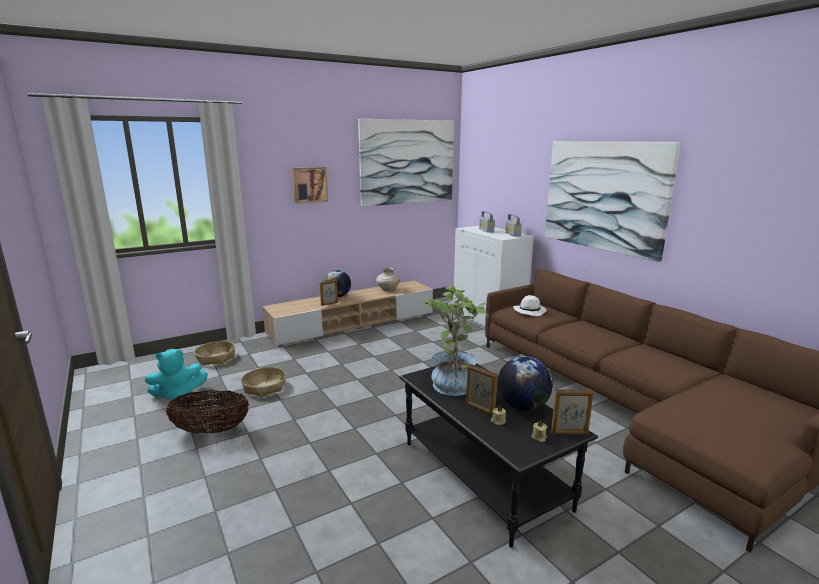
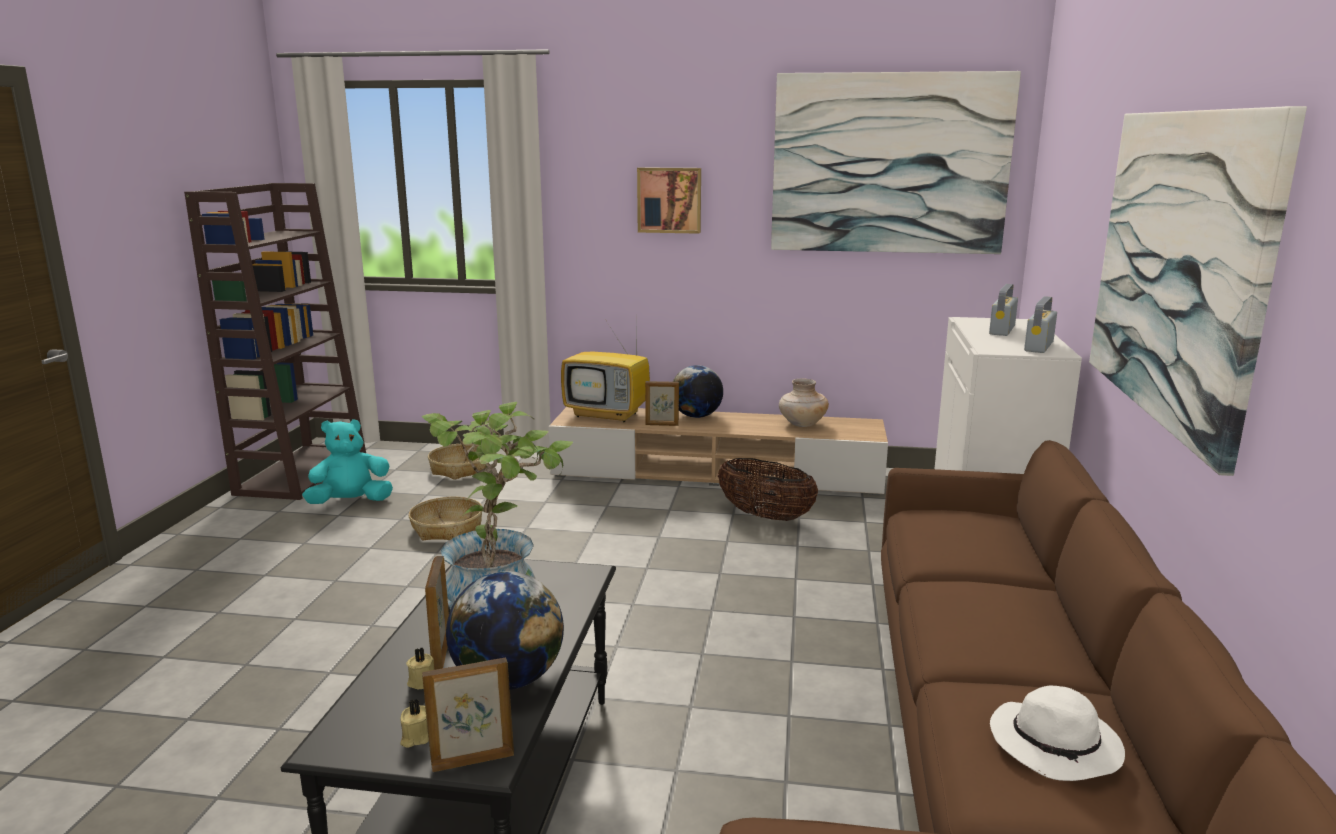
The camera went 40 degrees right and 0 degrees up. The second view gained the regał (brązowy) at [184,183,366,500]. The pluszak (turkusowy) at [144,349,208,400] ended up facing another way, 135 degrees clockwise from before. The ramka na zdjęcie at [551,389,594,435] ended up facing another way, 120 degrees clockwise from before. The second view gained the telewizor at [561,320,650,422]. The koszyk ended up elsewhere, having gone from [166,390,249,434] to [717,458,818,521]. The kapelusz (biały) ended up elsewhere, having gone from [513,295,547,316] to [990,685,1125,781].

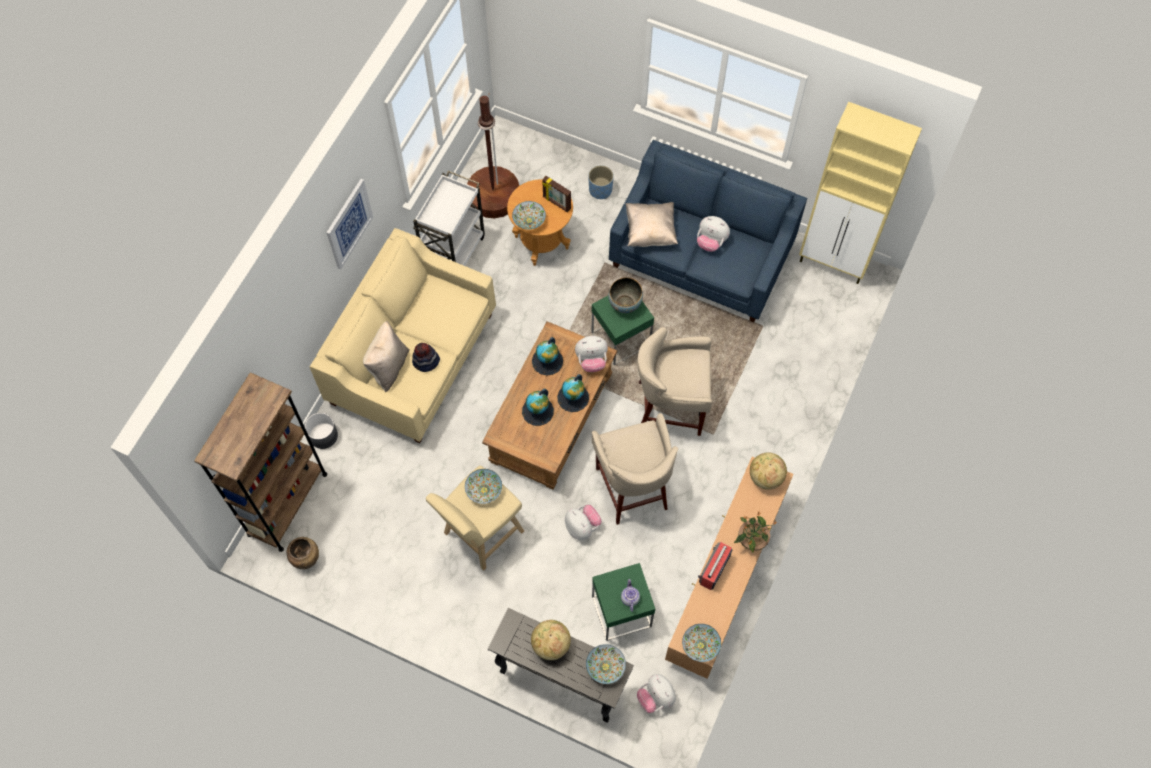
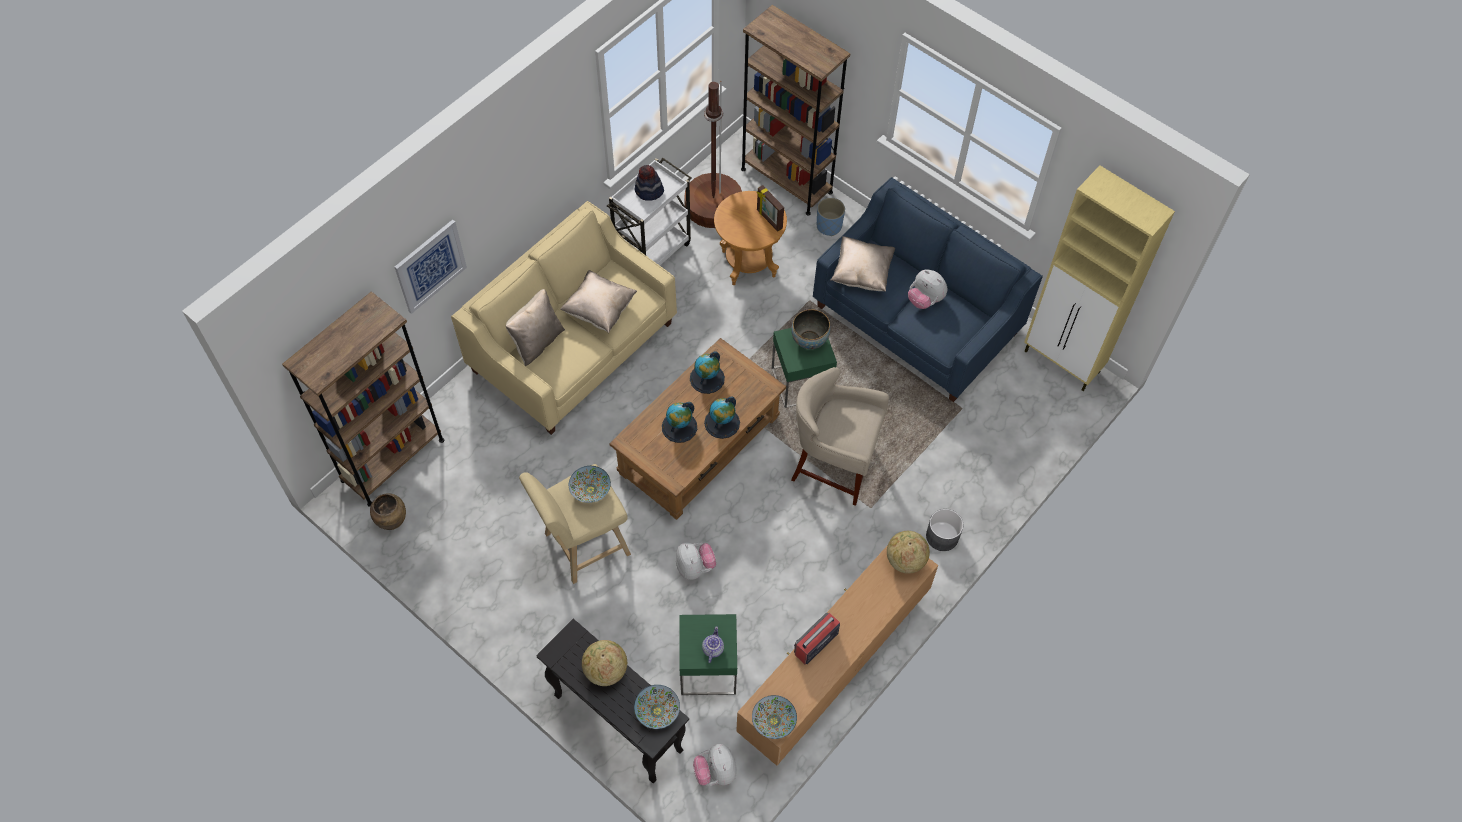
The camera went 15 degrees right and 5 degrees down. The obraz ended up elsewhere, having gone from [326,179,373,270] to [395,220,467,314]. The second view gained the poduszka (beżowy) at [560,270,637,333]. The kapelusz ended up elsewhere, having gone from [412,342,440,372] to [635,165,664,201]. The second view gained the regał (brązowy) at [741,5,850,215]. The donica (szary) ended up elsewhere, having gone from [305,413,338,449] to [926,509,963,551]. The second view lost the miska at [512,201,546,230]. The second view lost the pluszak at [575,336,608,372]. The second view lost the stołek (beżowy) at [592,413,678,525]. The second view lost the roślina doniczkowa at [734,512,778,553].

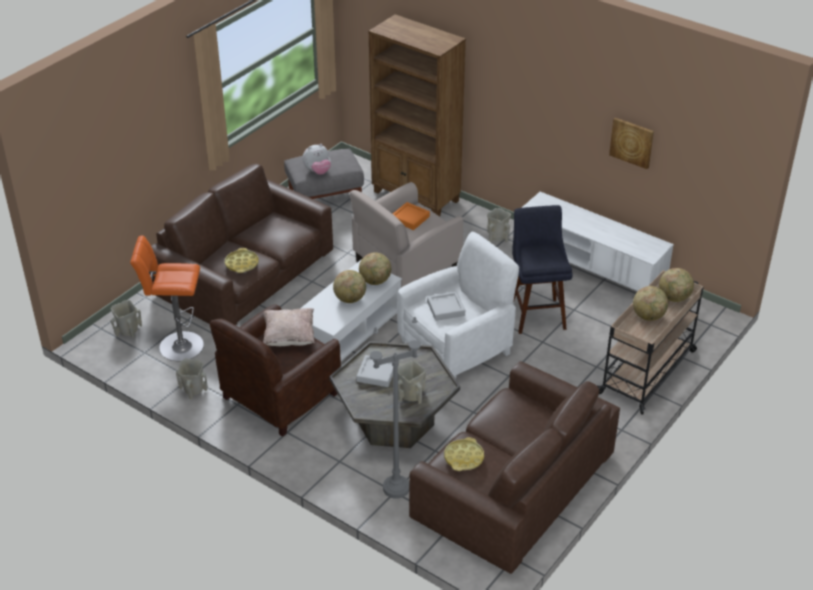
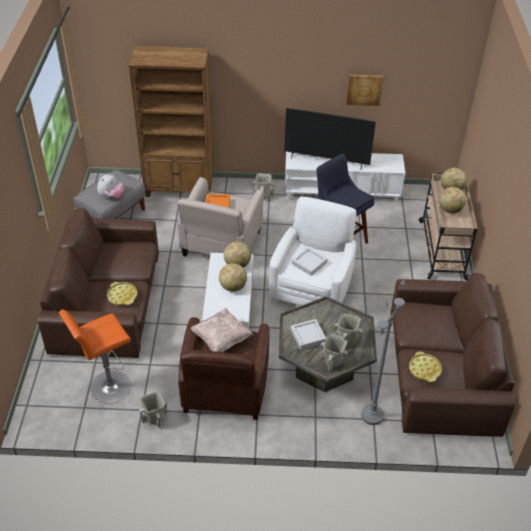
The camera went 35 degrees left and 5 degrees up. The second view gained the telewizor at [284,108,376,170]. The wazon (beżowy) ended up elsewhere, having gone from [111,300,142,338] to [321,334,348,371].

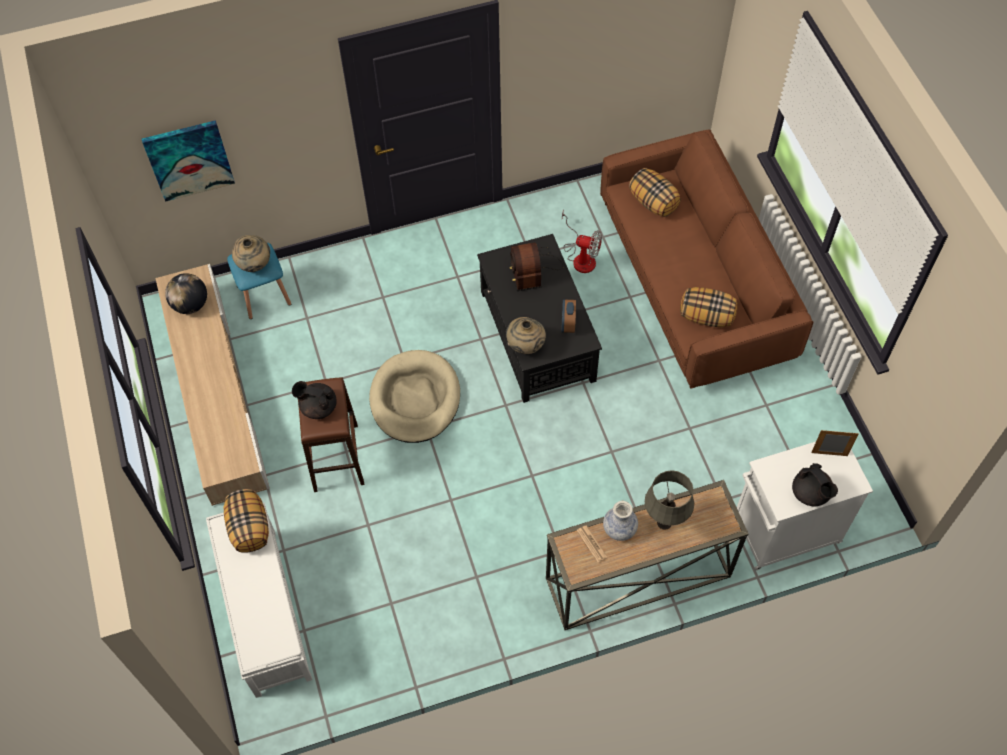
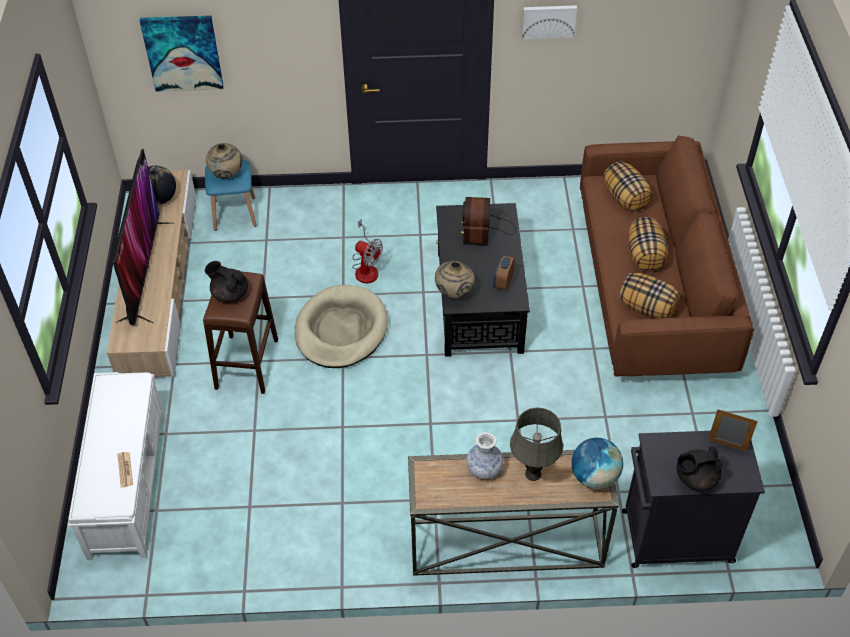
The camera went 15 degrees right and 10 degrees down. The second view gained the telewizor at [113,149,171,325]. The gazeta ended up elsewhere, having gone from [576,526,607,562] to [117,452,133,488]. The wentylator ended up elsewhere, having gone from [562,209,602,273] to [352,219,383,283]. The second view gained the obraz at [522,5,577,39]. The second view gained the globus at [572,438,623,489]. What was the szafka (biały) at [737,442,873,571] turned into the szafka (czarny) at [622,431,765,568]. The poduszka ended up elsewhere, having gone from [223,489,269,553] to [628,217,668,272]. The imbryk (czarny) at [792,463,838,507] ended up facing another way, 90 degrees clockwise from before.

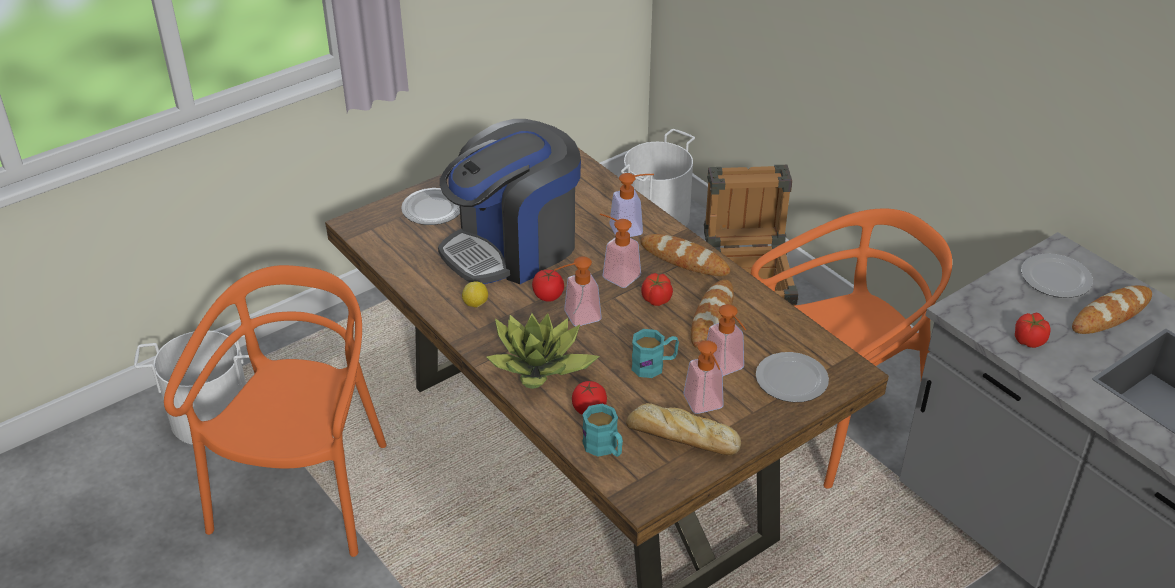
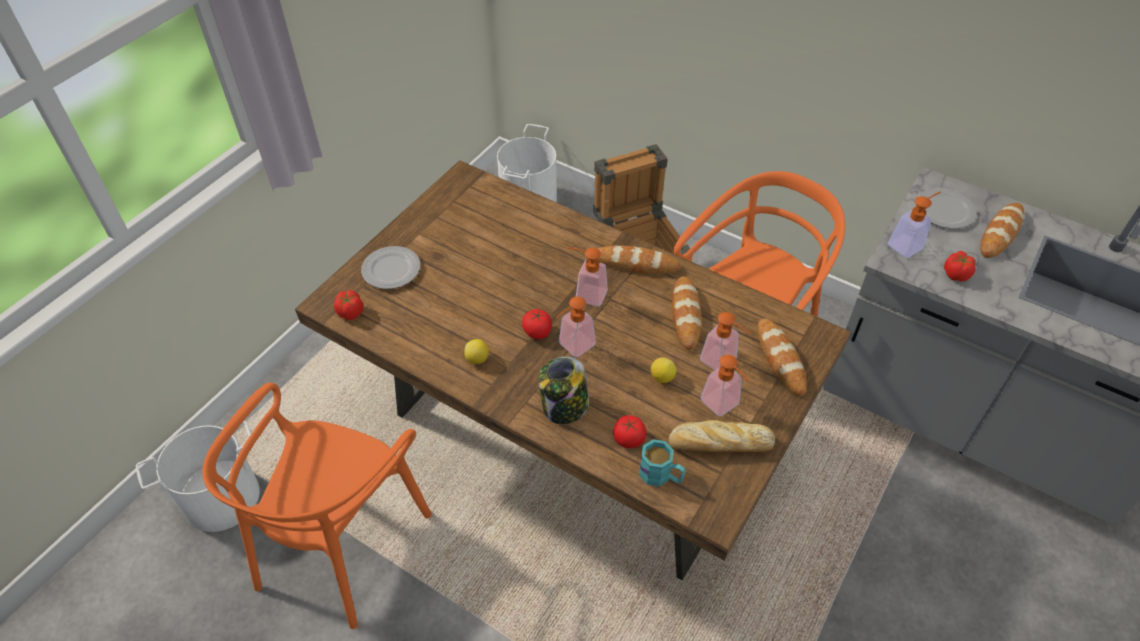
The camera went 20 degrees left and 10 degrees up. The krzesło (pomarańczowy) at [164,265,387,557] ended up facing another way, 150 degrees counterclockwise from before. The pomidor ended up elsewhere, having gone from [641,273,673,306] to [334,290,364,320]. Where the roślina doniczkowa stood at [487,313,600,389], the słoik came to stand at [538,357,589,424]. Where the kubek (turkusowy) stood at [631,329,679,378], the cytryna came to stand at [651,357,677,383]. Where the talerz stood at [756,352,829,402], the chleb came to stand at [757,318,807,396]. The dozownik mydła ended up elsewhere, having gone from [609,173,654,237] to [888,191,941,258]. The second view lost the ekspres do kawy at [438,119,581,284].

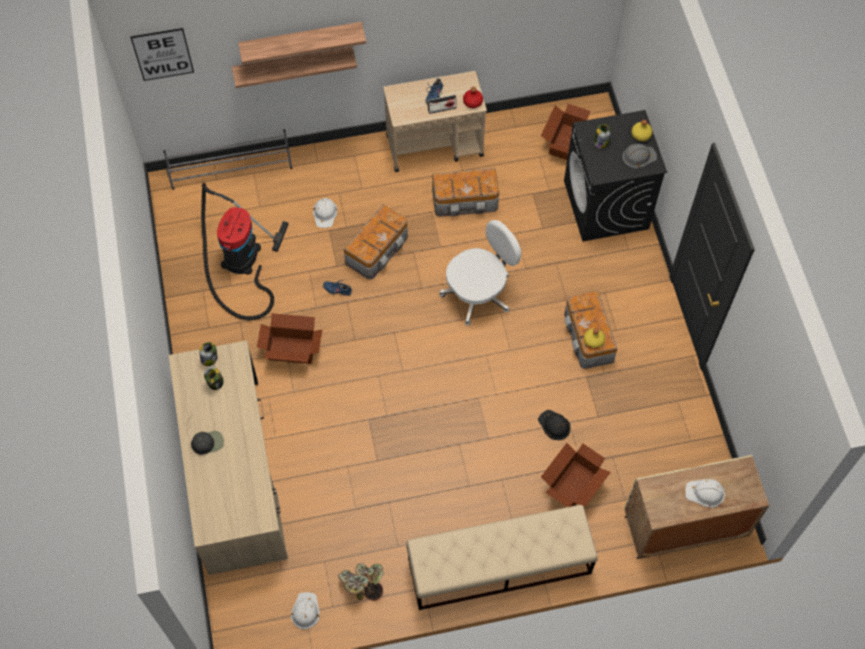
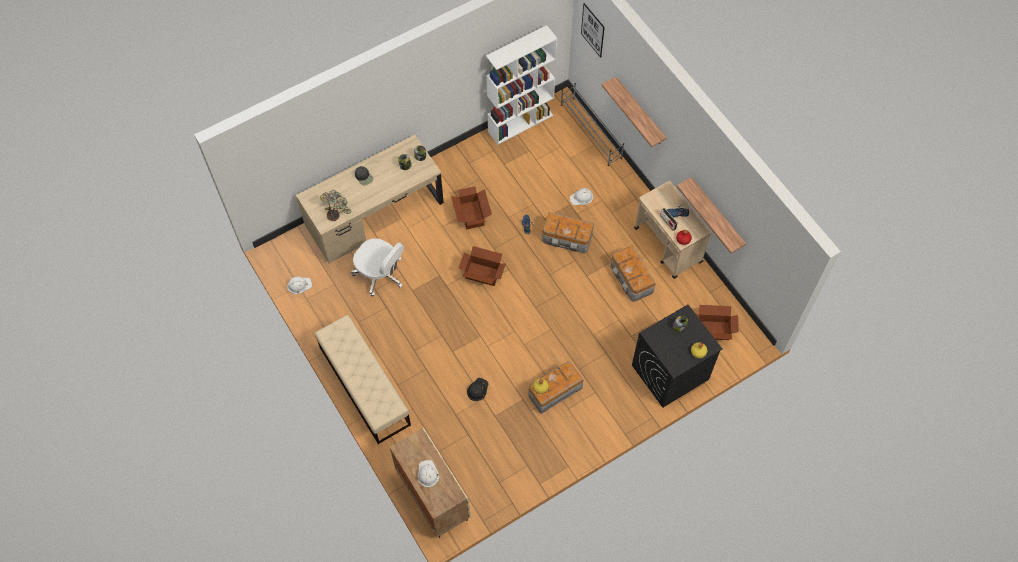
The camera went 70 degrees right and 0 degrees up. The roślina doniczkowa ended up elsewhere, having gone from [338,563,384,601] to [320,190,352,221]. The krzesło biurowe (biały) ended up elsewhere, having gone from [439,220,521,326] to [351,238,404,297]. The karton ended up elsewhere, having gone from [541,443,611,507] to [459,246,506,286]. The second view gained the regał (biały) at [486,25,558,145]. The półka ended up elsewhere, having gone from [238,22,366,64] to [676,177,746,253]. The second view lost the odkurzacz at [201,183,289,320]. The second view lost the kask (szary) at [622,144,657,169].

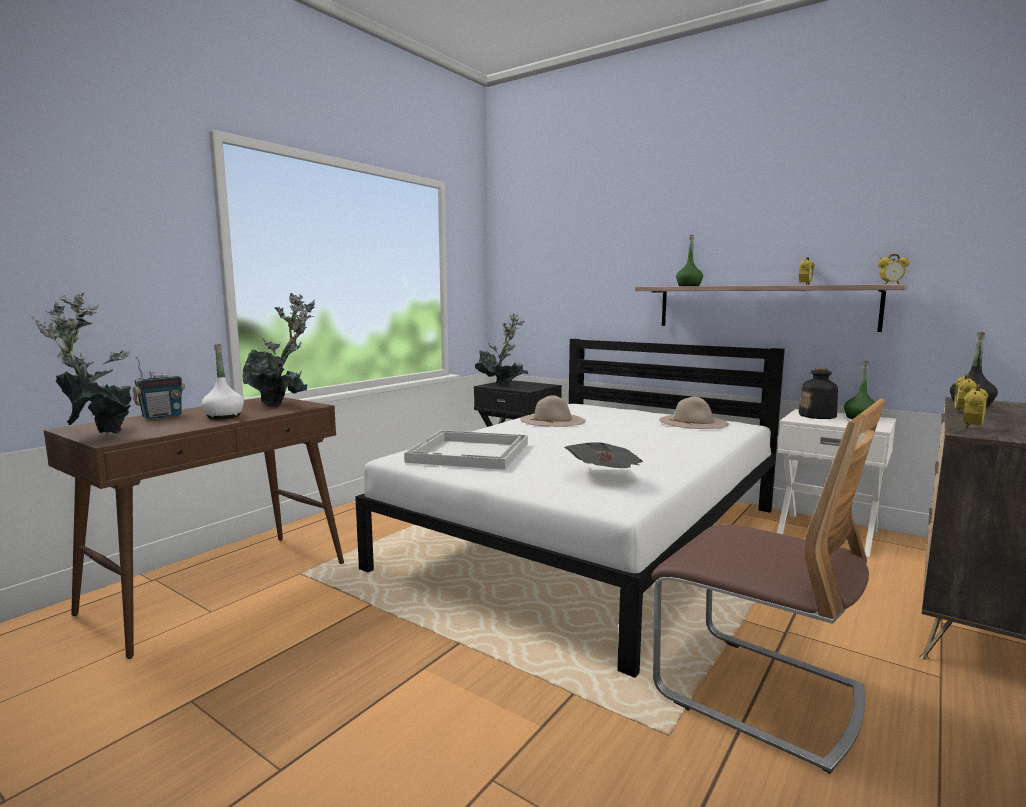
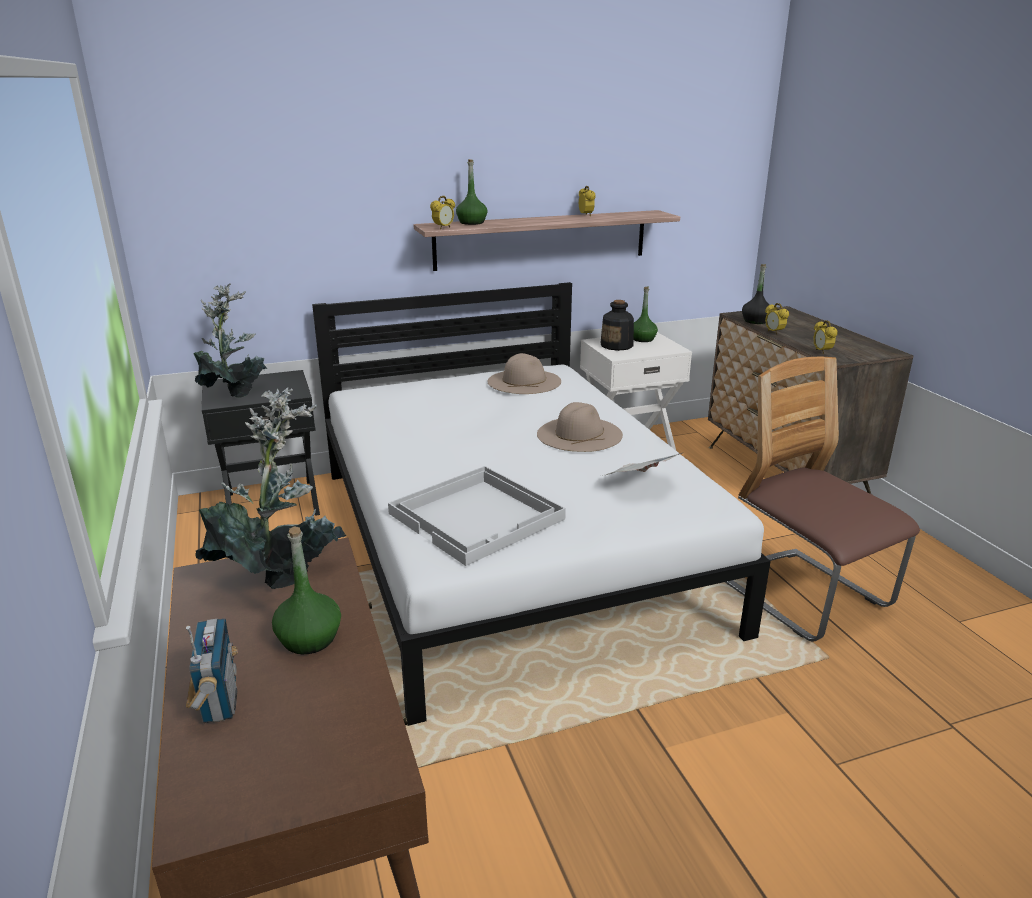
The camera went 55 degrees left and 15 degrees up. What was the butelka (biały) at [201,343,244,419] turned into the butelka (zielony) at [272,527,341,654]. The budzik ended up elsewhere, having gone from [878,254,909,284] to [430,196,455,229]. The kapelusz (beżowy) ended up elsewhere, having gone from [520,395,585,427] to [537,402,623,452]. The krzesło at [652,398,885,774] ended up facing another way, 105 degrees counterclockwise from before. The second view lost the roślina doniczkowa at [32,293,132,434].

